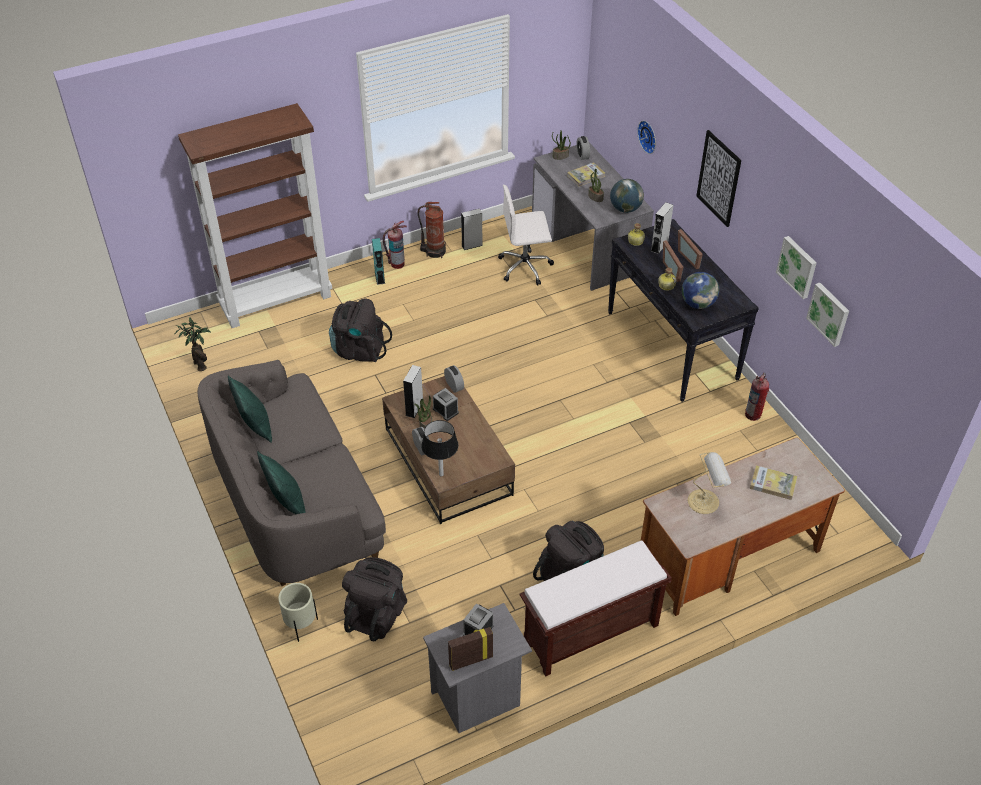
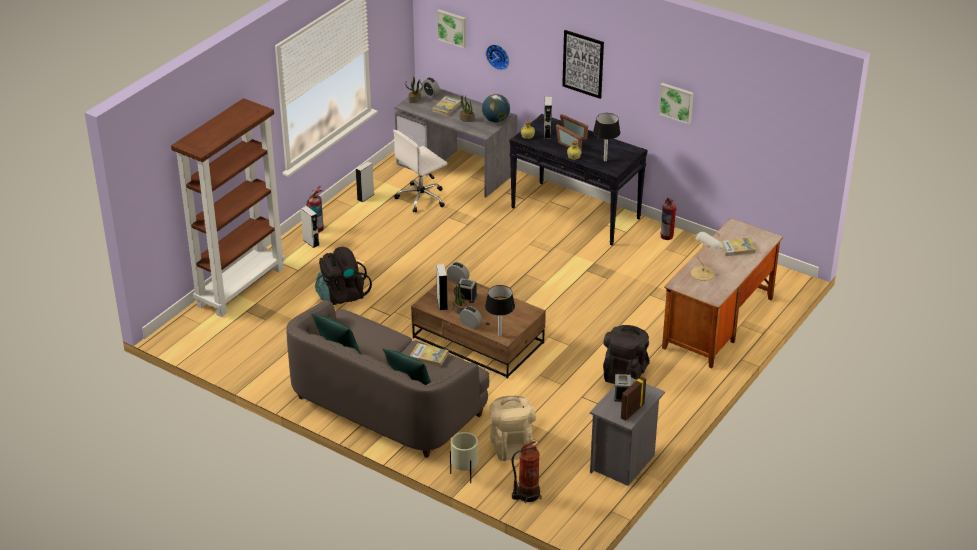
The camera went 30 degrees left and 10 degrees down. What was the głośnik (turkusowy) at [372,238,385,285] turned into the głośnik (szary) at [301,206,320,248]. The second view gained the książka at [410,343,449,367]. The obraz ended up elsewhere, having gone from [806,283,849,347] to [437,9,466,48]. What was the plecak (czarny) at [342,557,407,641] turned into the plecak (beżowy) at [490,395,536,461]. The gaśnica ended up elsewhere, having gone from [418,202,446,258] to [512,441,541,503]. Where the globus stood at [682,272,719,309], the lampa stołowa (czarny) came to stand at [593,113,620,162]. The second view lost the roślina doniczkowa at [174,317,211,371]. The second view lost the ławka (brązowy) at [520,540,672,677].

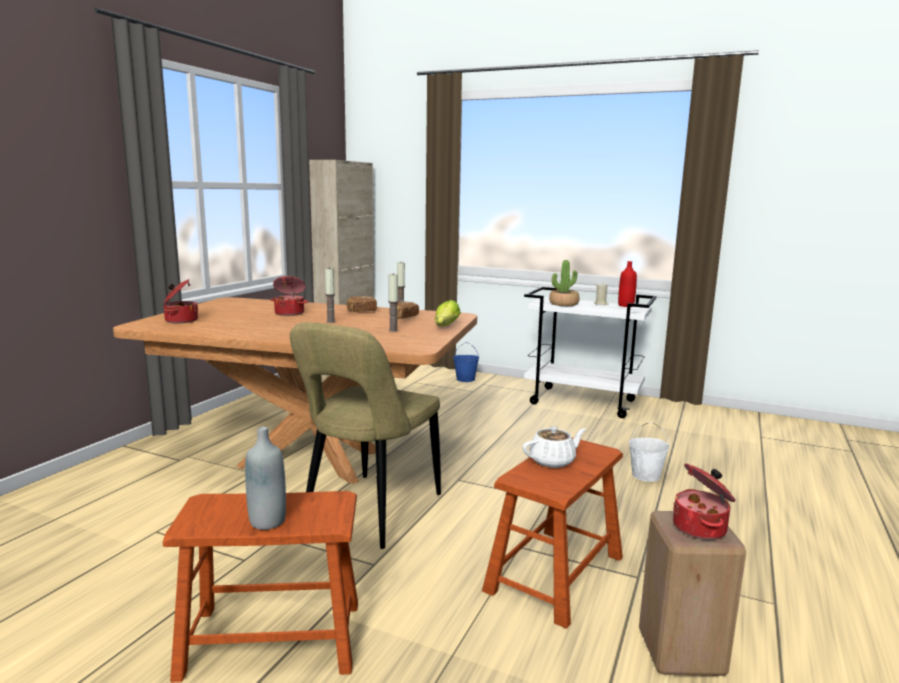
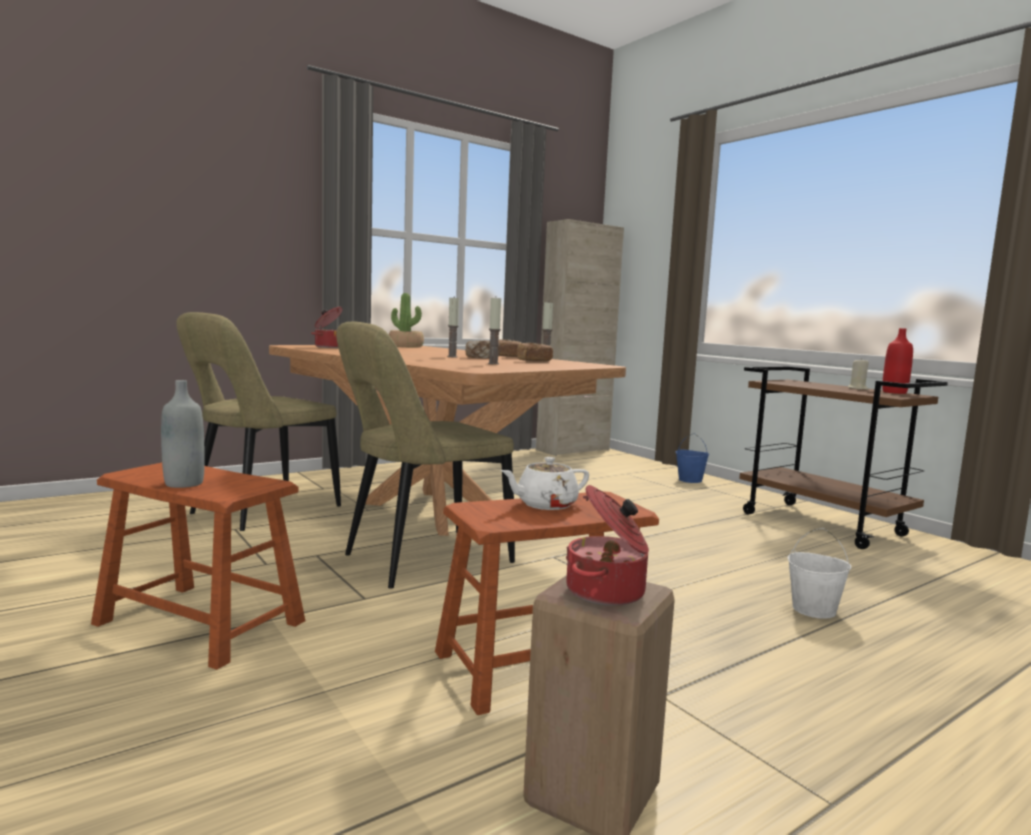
The camera went 30 degrees right and 5 degrees down. The second view gained the krzesło (beżowy) at [176,312,341,531]. The roślina doniczkowa ended up elsewhere, having gone from [549,260,580,306] to [389,293,424,348]. The second view gained the chleb at [466,340,500,358]. The imbryk (biały) at [523,426,586,468] ended up facing another way, 150 degrees clockwise from before. What was the wózek (biały) at [524,287,656,418] turned into the wózek (brązowy) at [739,366,948,549]. The second view lost the garnek at [271,276,308,316]. The second view lost the sałata at [435,300,461,326].

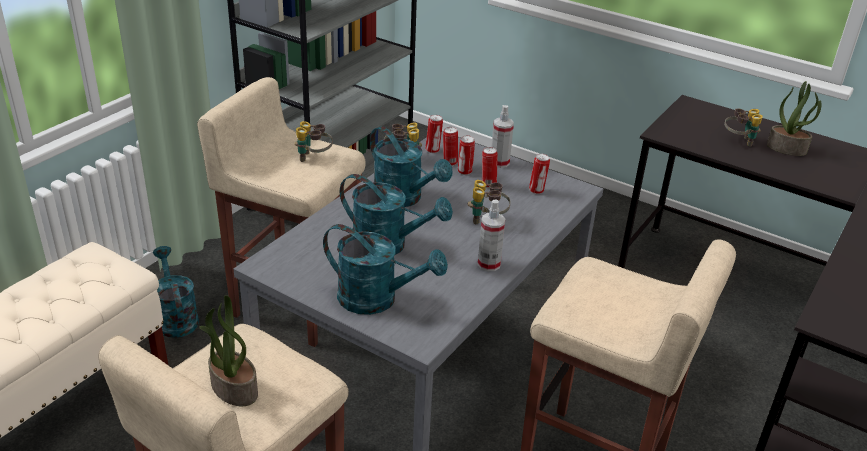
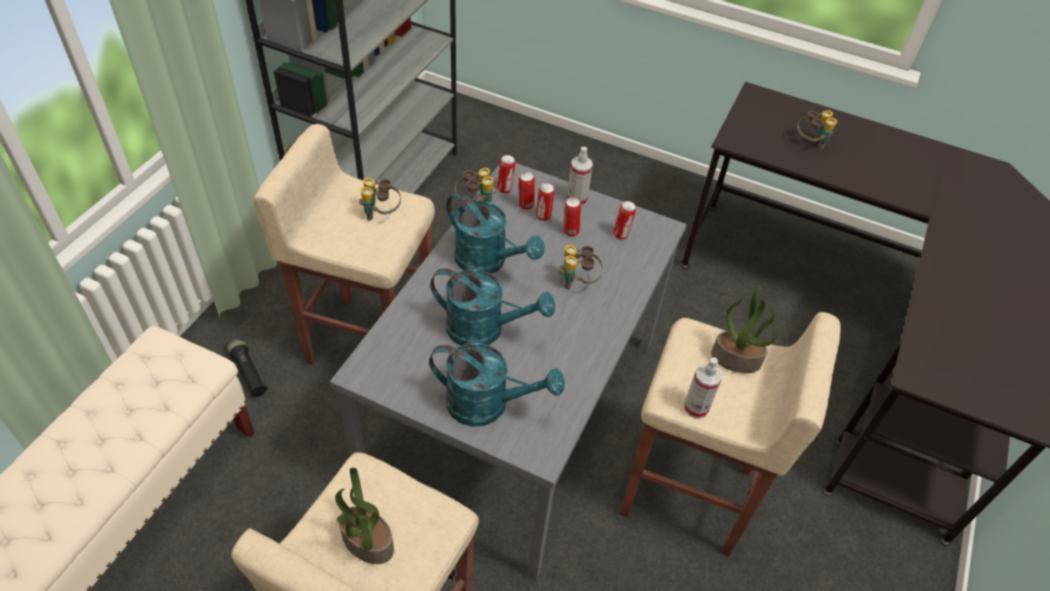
The camera went 10 degrees left and 15 degrees up. Where the konewka (turkusowy) stood at [153,246,199,338], the latarka (czarny) came to stand at [226,337,268,397]. The spryskiwacz ended up elsewhere, having gone from [478,199,505,271] to [684,357,722,419]. The roślina doniczkowa ended up elsewhere, having gone from [767,81,821,156] to [711,285,779,373].

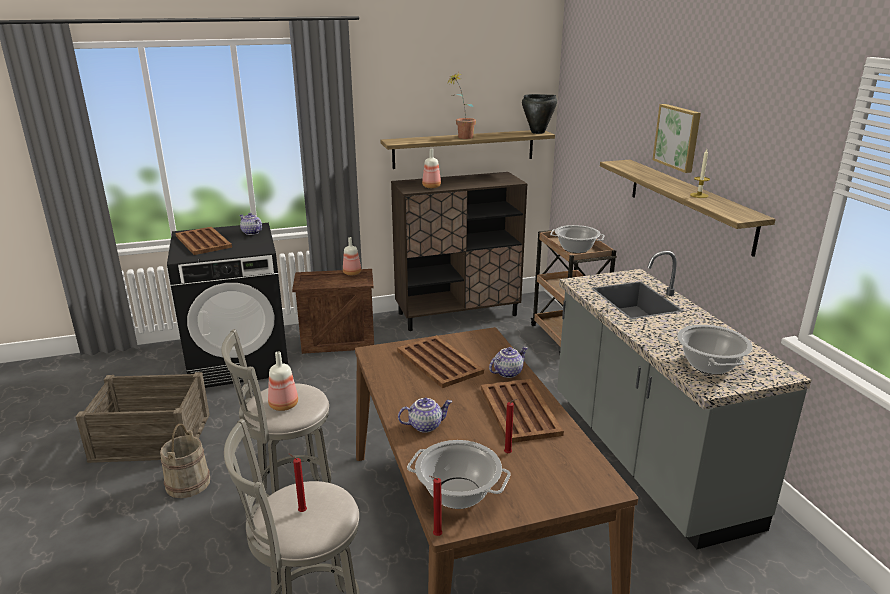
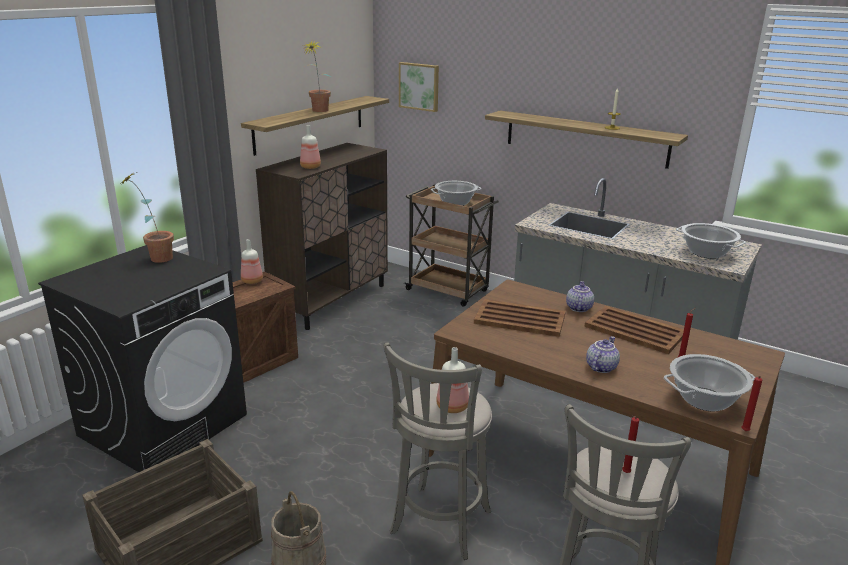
The camera went 40 degrees left and 0 degrees up. Where the imbryk stood at [240,213,262,235], the roślina doniczkowa came to stand at [119,172,174,263]. The obraz ended up elsewhere, having gone from [652,104,701,173] to [399,62,439,112]. The second view lost the taca (brązowy) at [176,227,232,255]. The second view lost the garnek (czarny) at [522,94,557,134].

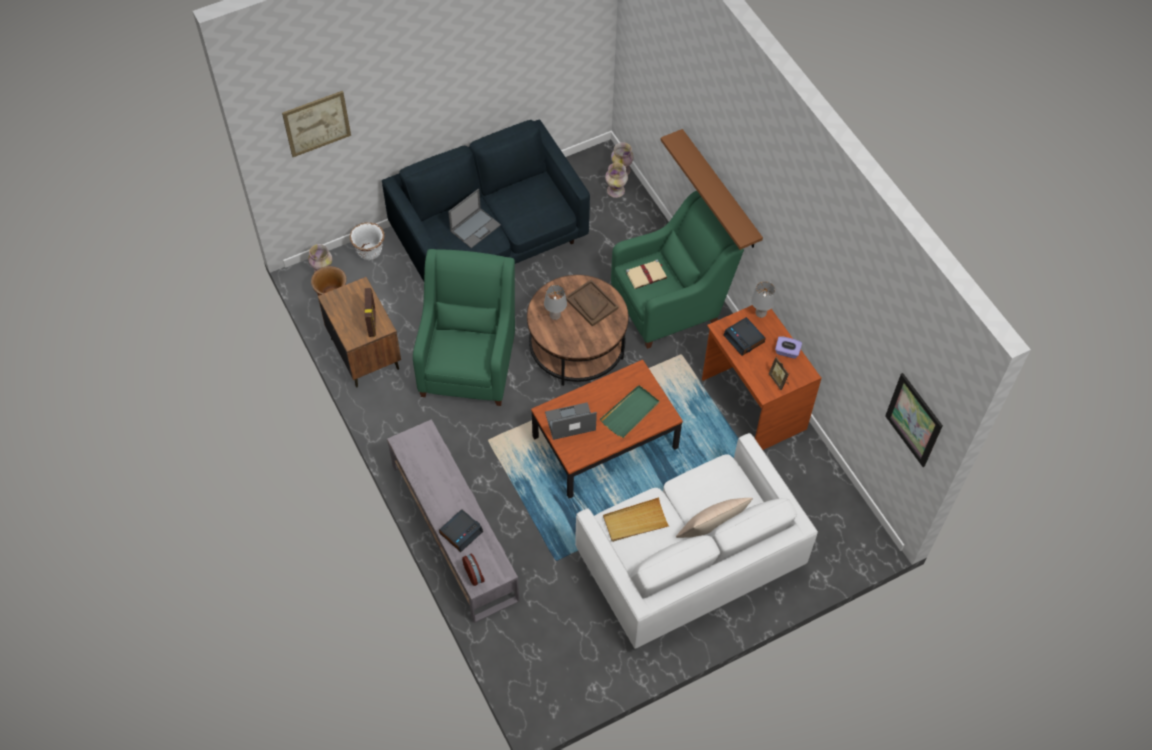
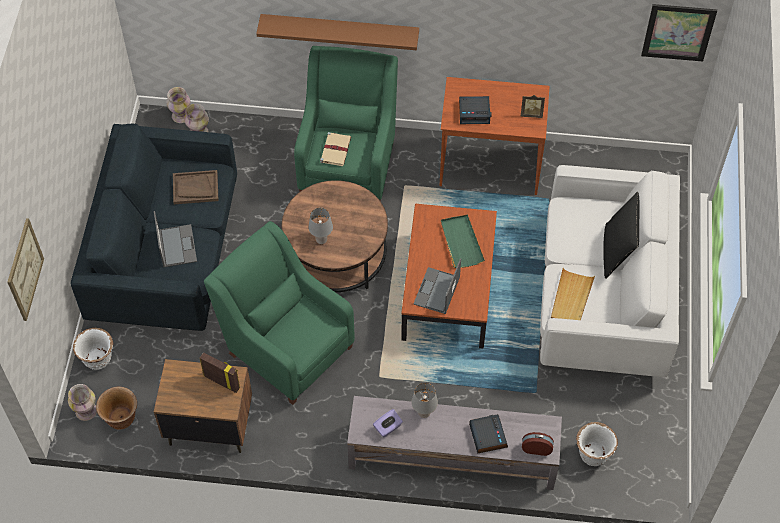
The camera went 55 degrees left and 0 degrees up. The taca (brązowy) ended up elsewhere, having gone from [566,280,618,327] to [173,170,219,204]. The pudełko chusteczek (fioletowy) ended up elsewhere, having gone from [775,336,802,359] to [373,409,403,438]. The lampa stołowa (szary) ended up elsewhere, having gone from [751,281,775,318] to [411,383,438,418]. The second view gained the donica (biały) at [576,422,618,466]. What was the poduszka (beżowy) at [676,498,753,538] turned into the poduszka (czarny) at [603,192,639,279].

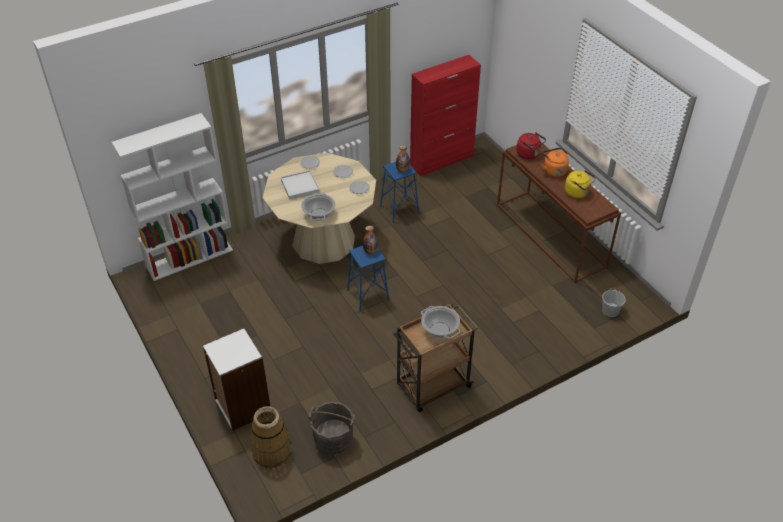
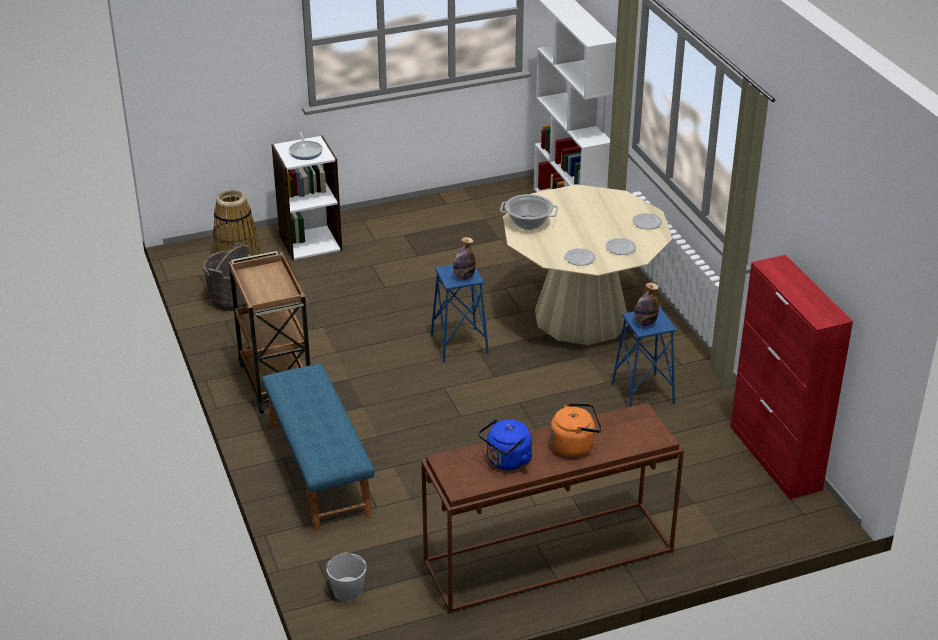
The camera went 100 degrees right and 10 degrees down. The second view gained the ławka (niebieski) at [262,364,375,531]. The second view gained the patelnia at [289,132,323,160]. What was the czajnik (żółty) at [565,170,596,198] turned into the czajnik (niebieski) at [478,419,533,470]. The second view lost the taca (biały) at [281,170,319,200]. The second view lost the garnek at [421,306,461,339]. The second view lost the czajnik (czerwony) at [517,132,546,159].

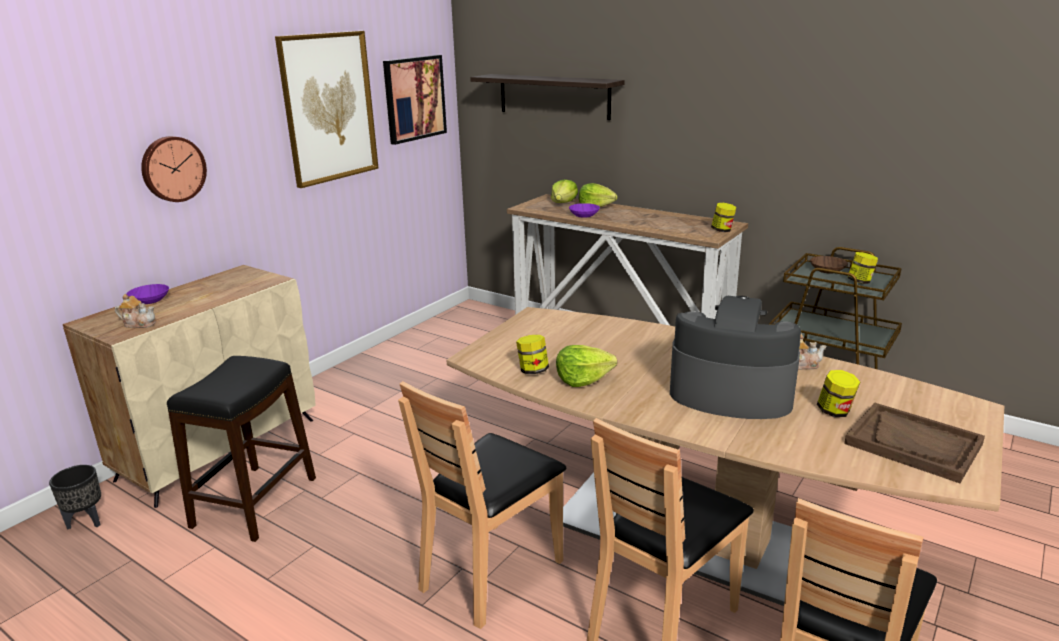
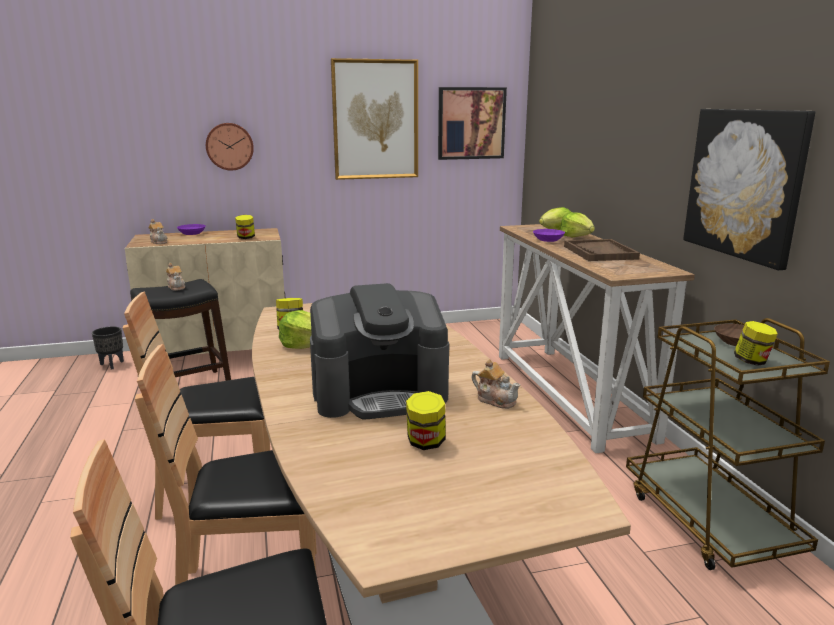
The camera went 40 degrees right and 5 degrees down. The second view gained the imbryk at [166,263,185,291]. The słoik ended up elsewhere, having gone from [711,203,737,232] to [235,215,255,239]. The ekspres do kawy at [670,296,801,419] ended up facing another way, 105 degrees clockwise from before. The taca (brązowy) ended up elsewhere, having gone from [844,403,985,483] to [564,239,640,261]. The second view gained the obraz at [683,109,815,270]. The second view lost the półka at [470,74,625,120].

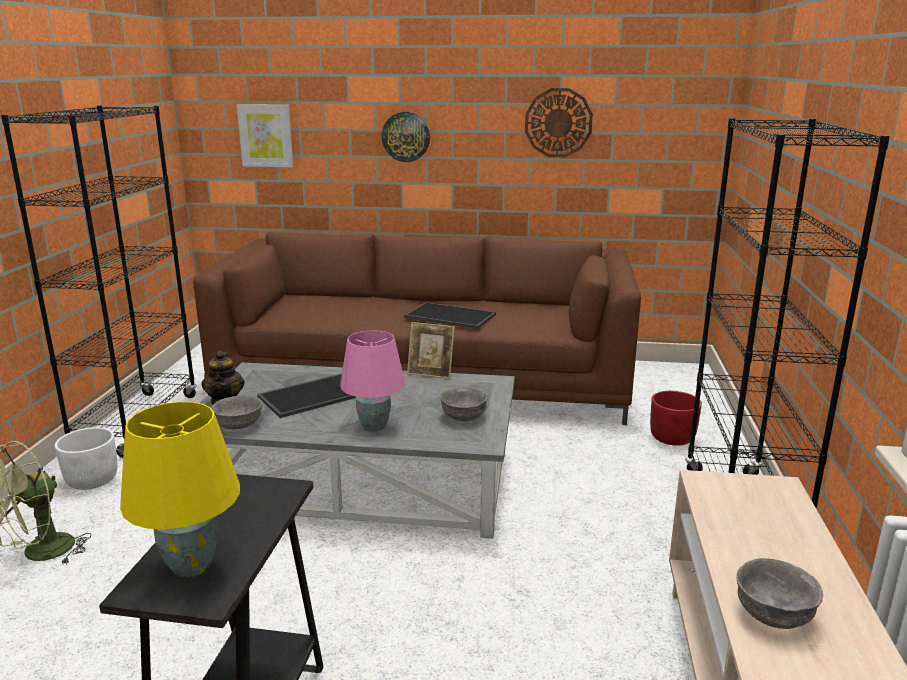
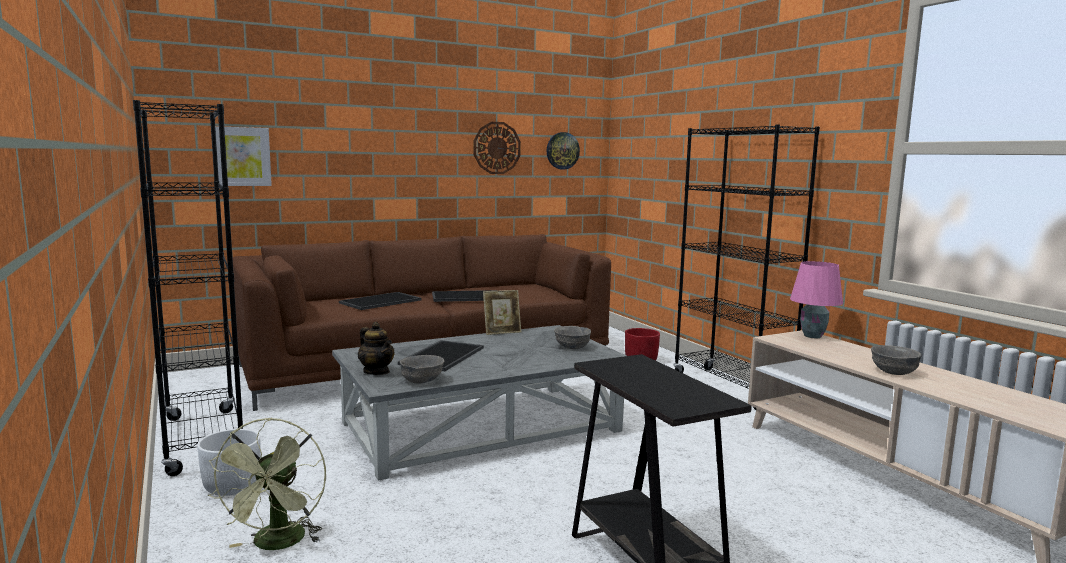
The camera went 35 degrees left and 10 degrees down. The second view gained the taca at [339,292,422,310]. The zegar ścienny ended up elsewhere, having gone from [382,112,430,162] to [546,132,580,170]. The lampa stołowa (różowy) ended up elsewhere, having gone from [340,330,405,432] to [790,261,843,338]. The second view lost the lampa stołowa (żółty) at [120,402,240,577].

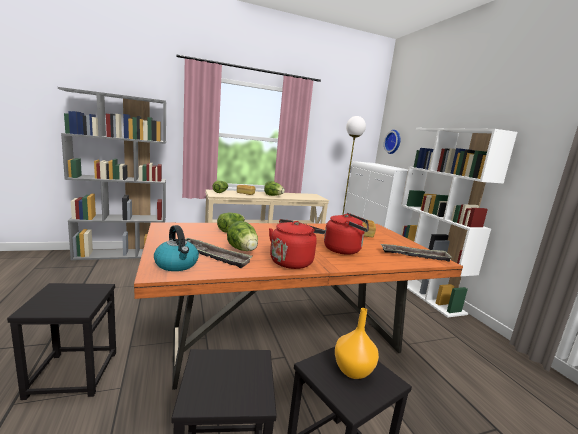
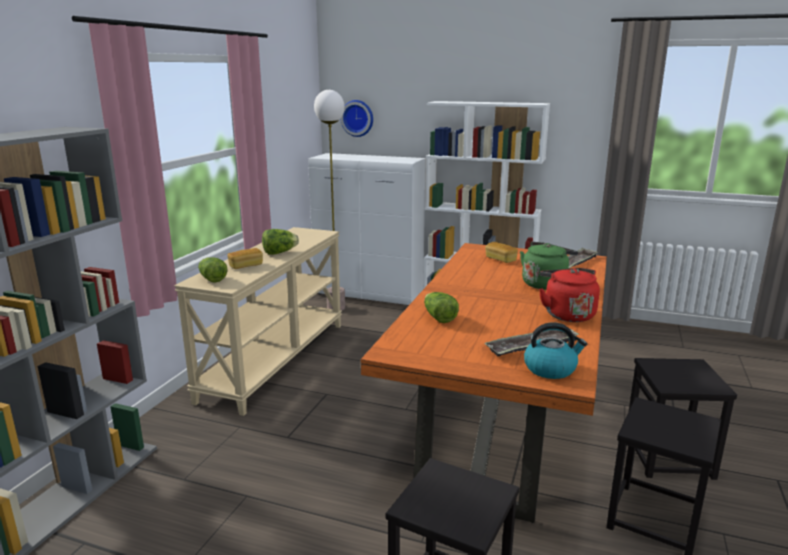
The camera went 50 degrees left and 5 degrees up. What was the czajnik (czerwony) at [324,213,369,255] turned into the czajnik (zielony) at [520,242,578,290]. The second view lost the sałata at [227,221,258,251]. The second view lost the wazon (pomarańczowy) at [335,308,379,379].

